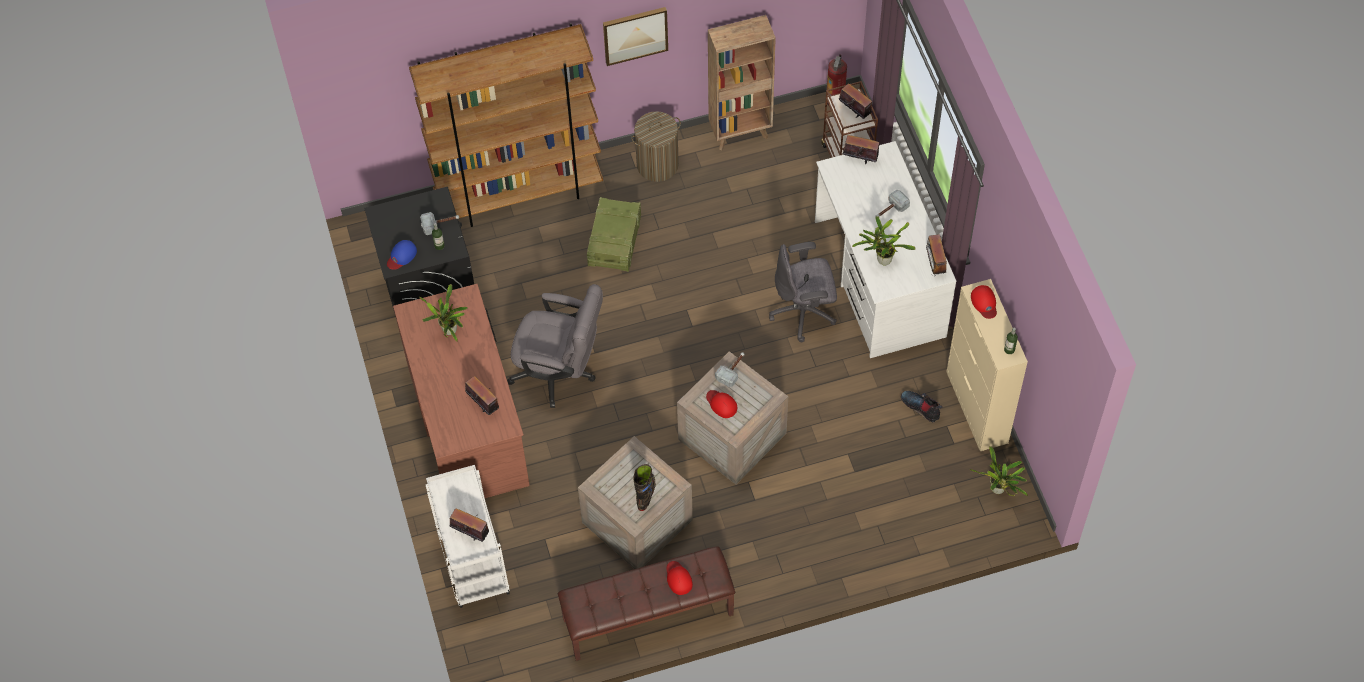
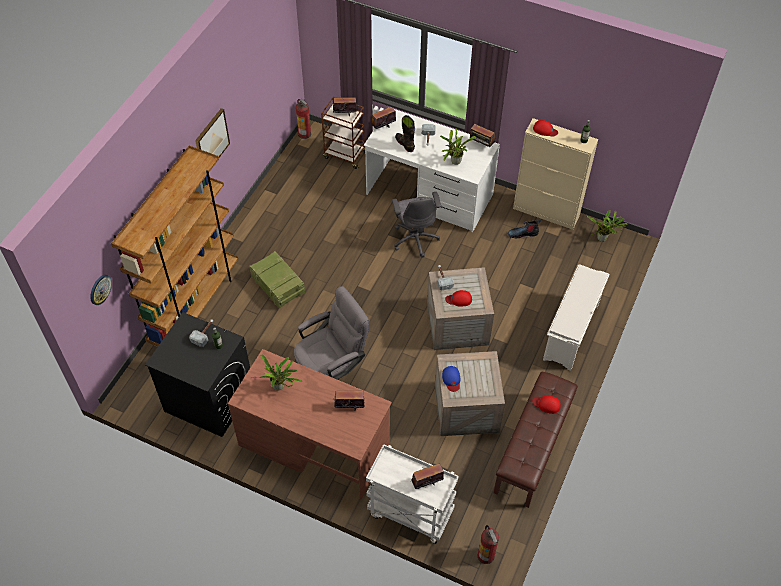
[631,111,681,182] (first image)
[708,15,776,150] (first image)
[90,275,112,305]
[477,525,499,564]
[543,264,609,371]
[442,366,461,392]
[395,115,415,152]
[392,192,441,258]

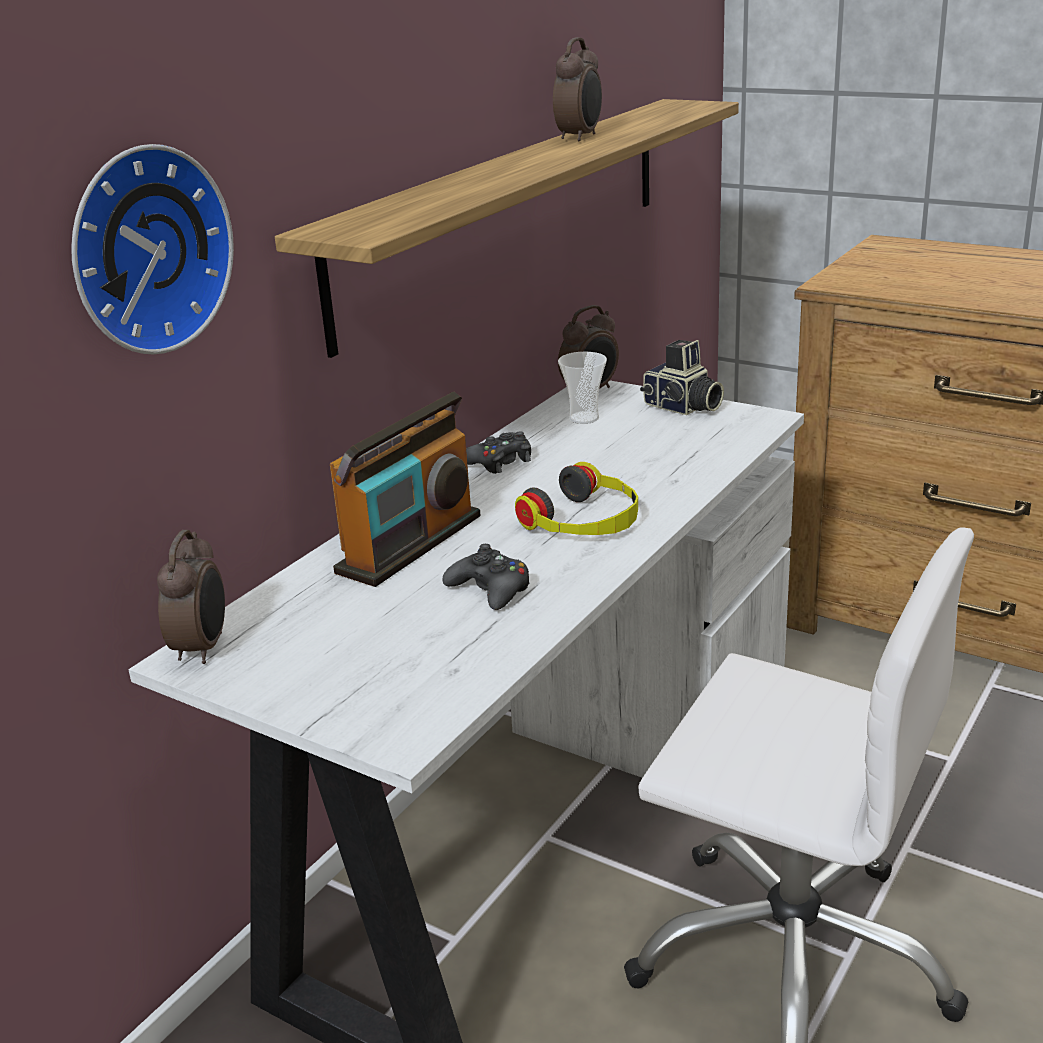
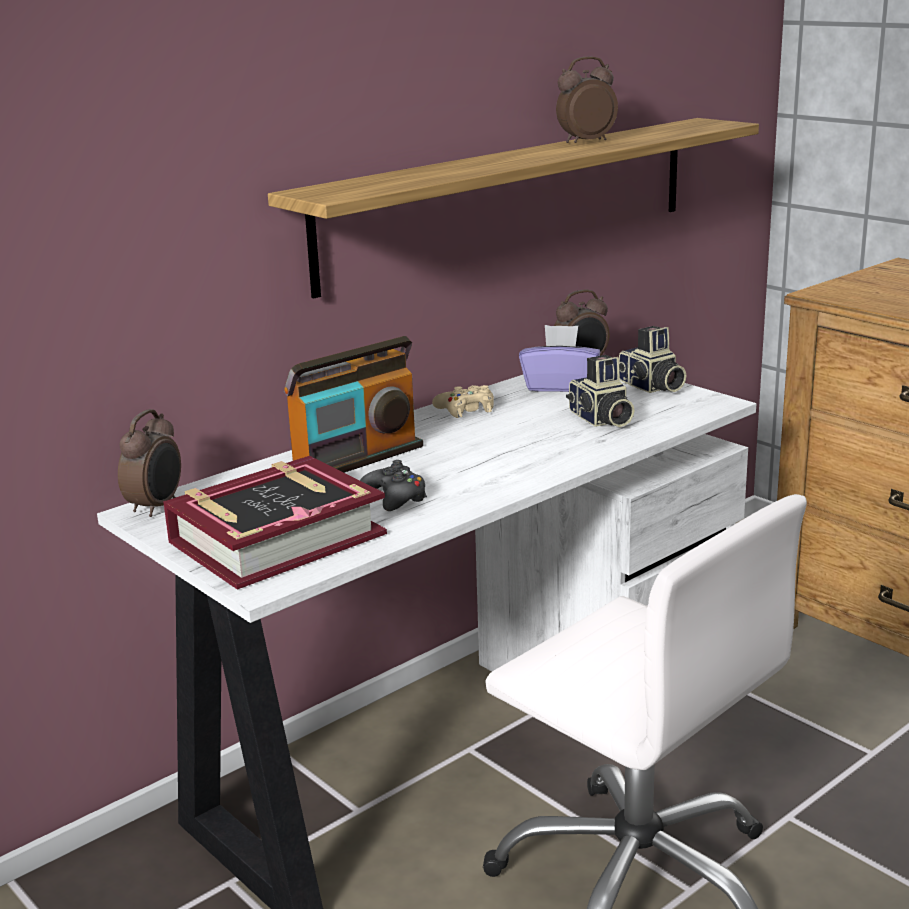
[71,144,234,354] (first image)
[515,462,638,535] (first image)
[163,456,387,590]
[566,355,635,427]
[519,325,600,392]
[432,385,494,418]
[556,57,618,143]

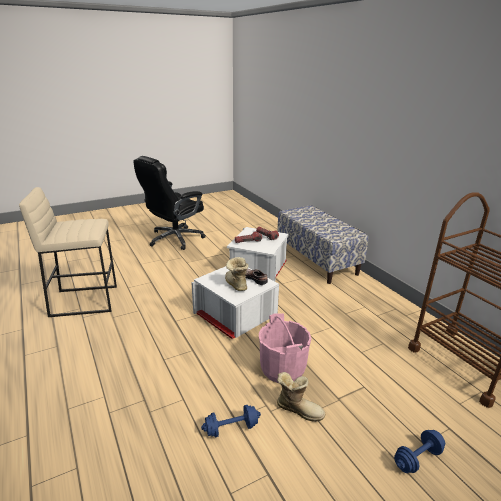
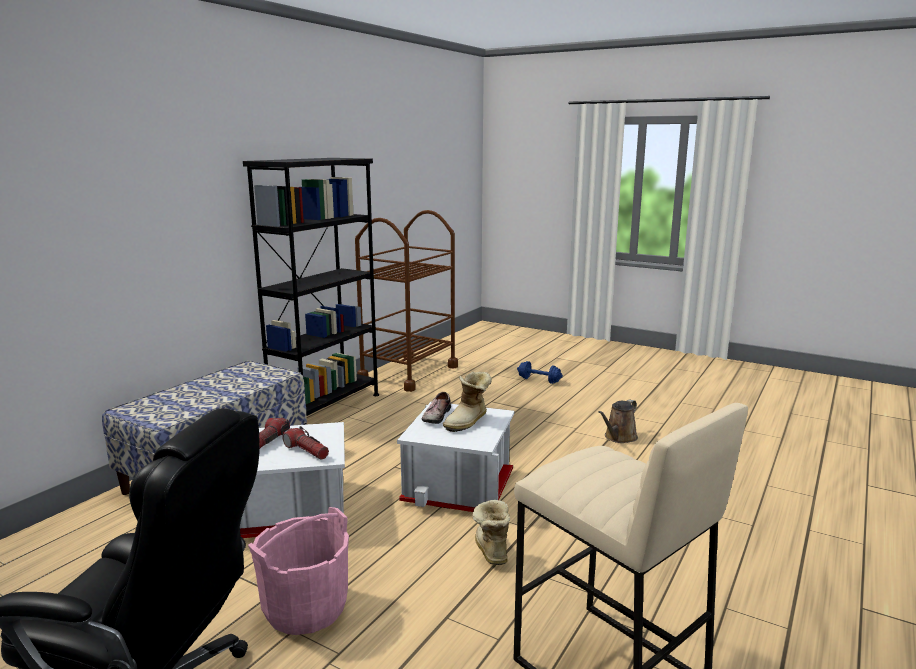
[243,158,379,425]
[248,507,349,635]
[473,500,510,565]
[598,399,638,443]

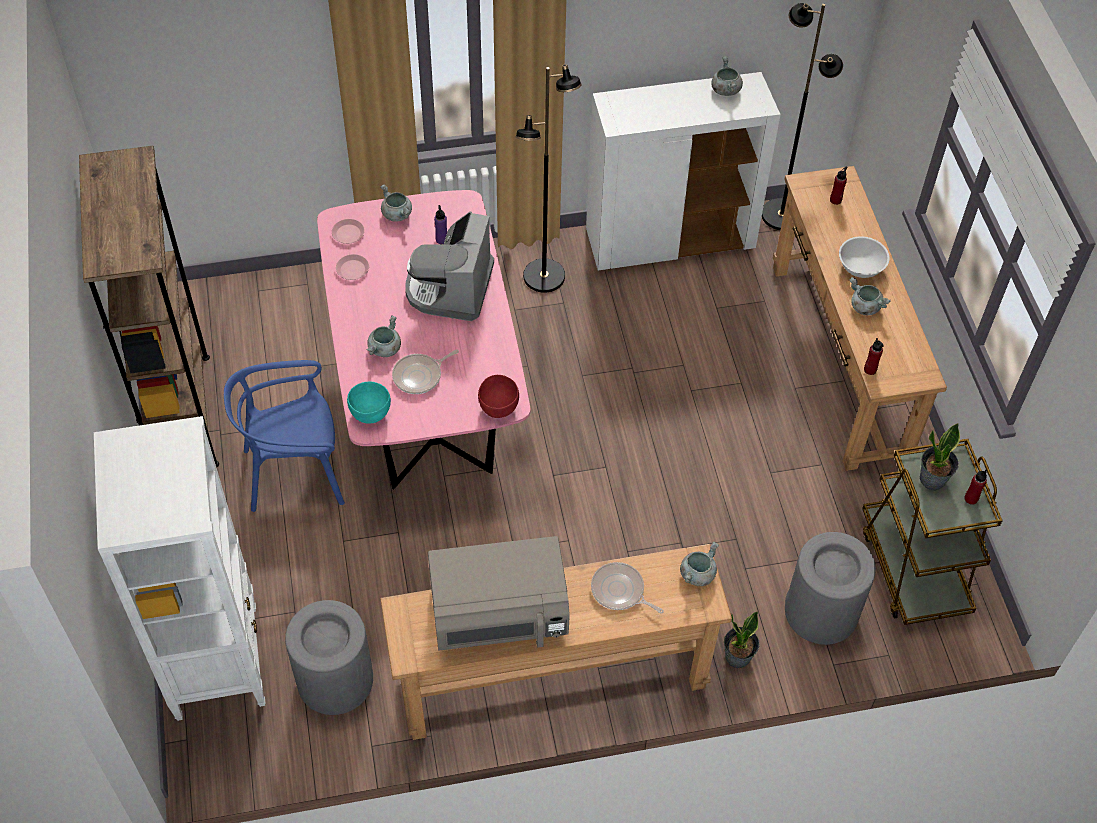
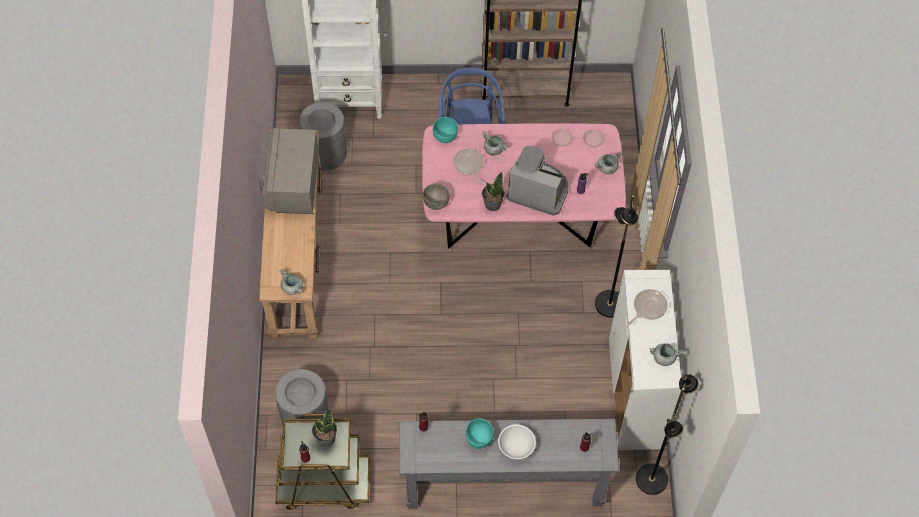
[628,289,668,325]
[482,172,505,211]
[465,418,494,449]
[423,183,450,210]
[399,419,619,509]

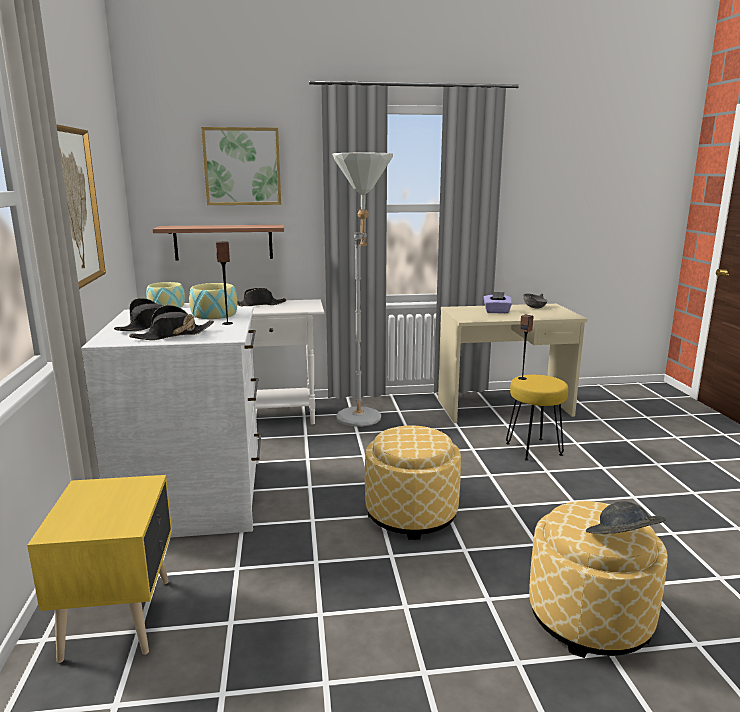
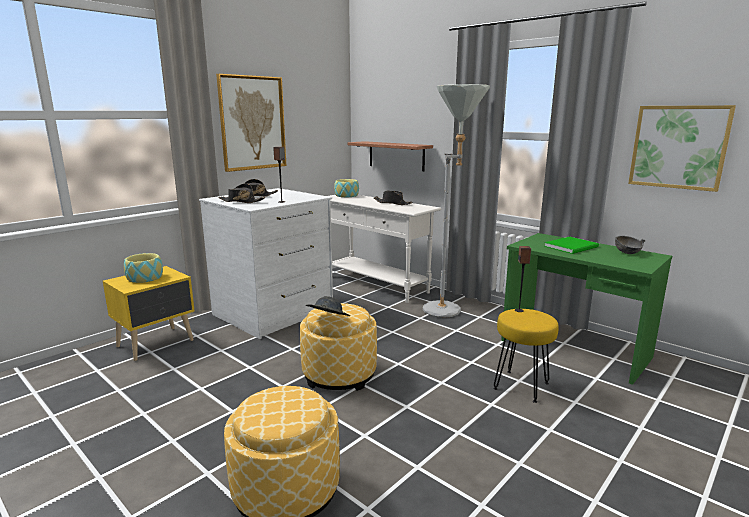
[124,253,163,283]
[628,105,736,192]
[306,296,350,316]
[544,237,599,254]
[501,233,672,385]

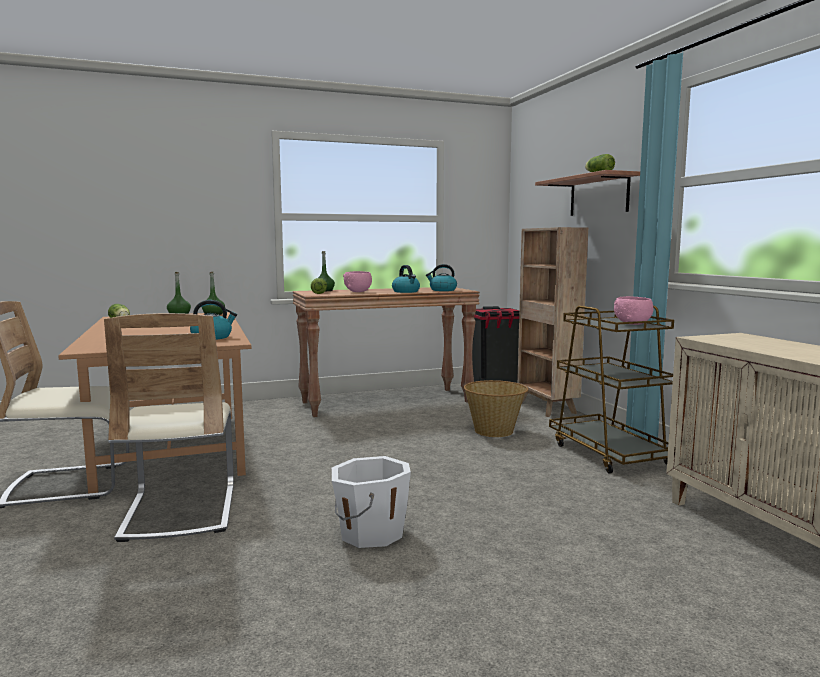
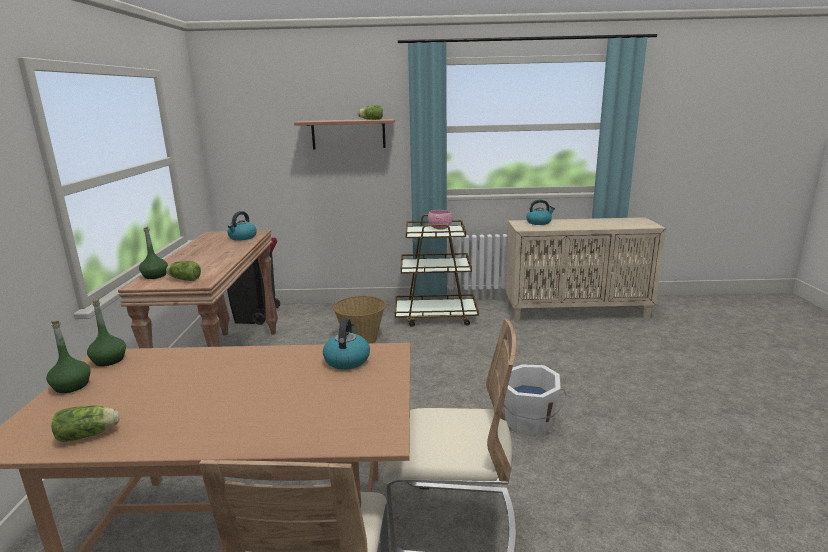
[343,271,372,292] (first image)
[517,227,588,417] (first image)
[526,199,555,225]

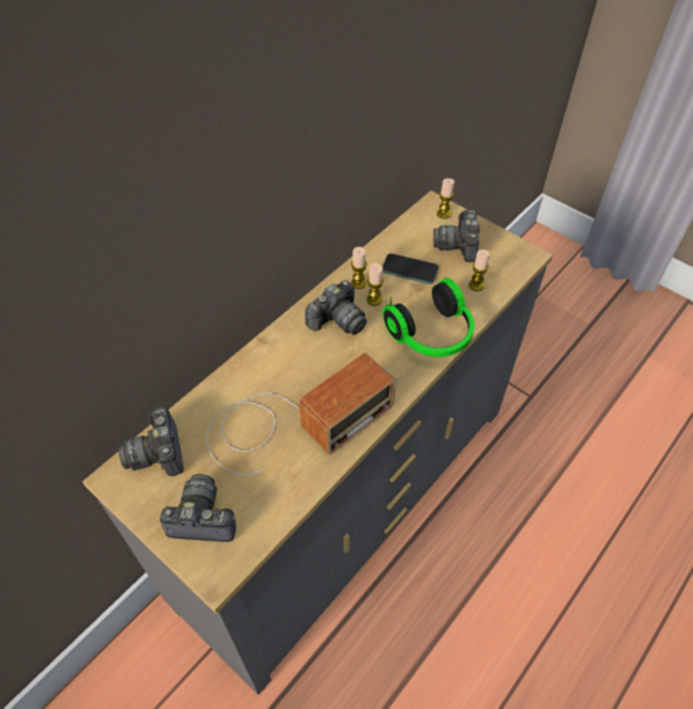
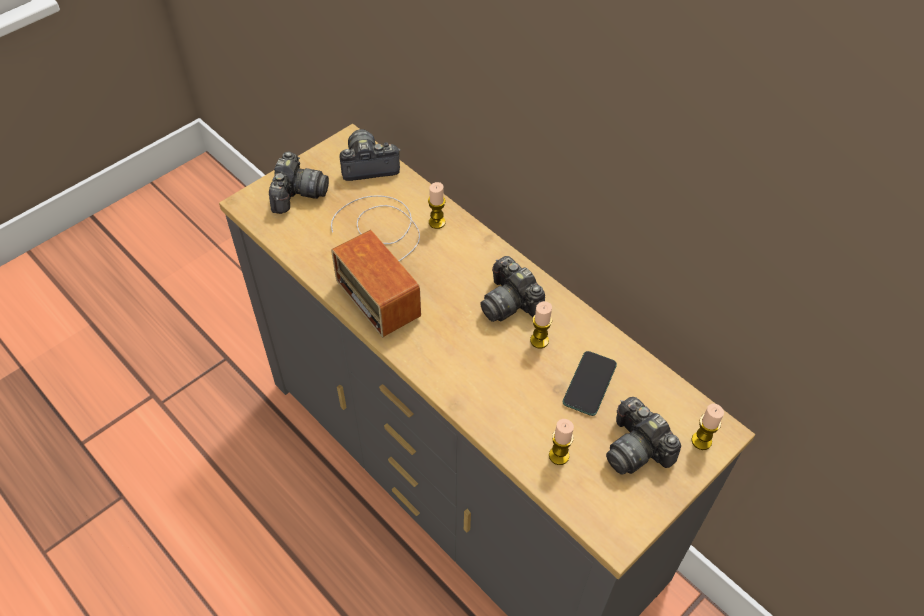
[382,278,474,357] (first image)
[428,182,445,229]
[606,397,681,475]

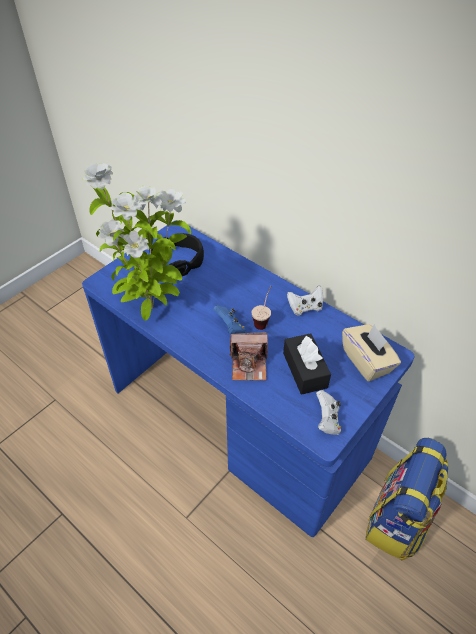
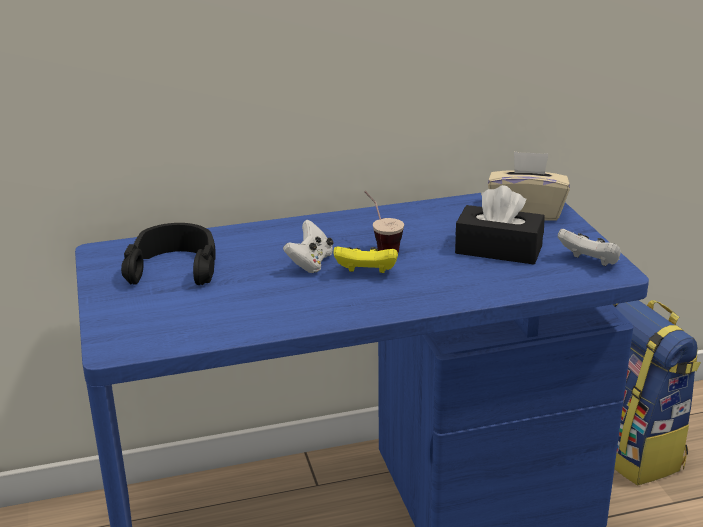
[83,163,191,321] (first image)
[230,332,268,381] (first image)
[283,220,334,273]
[333,246,398,273]

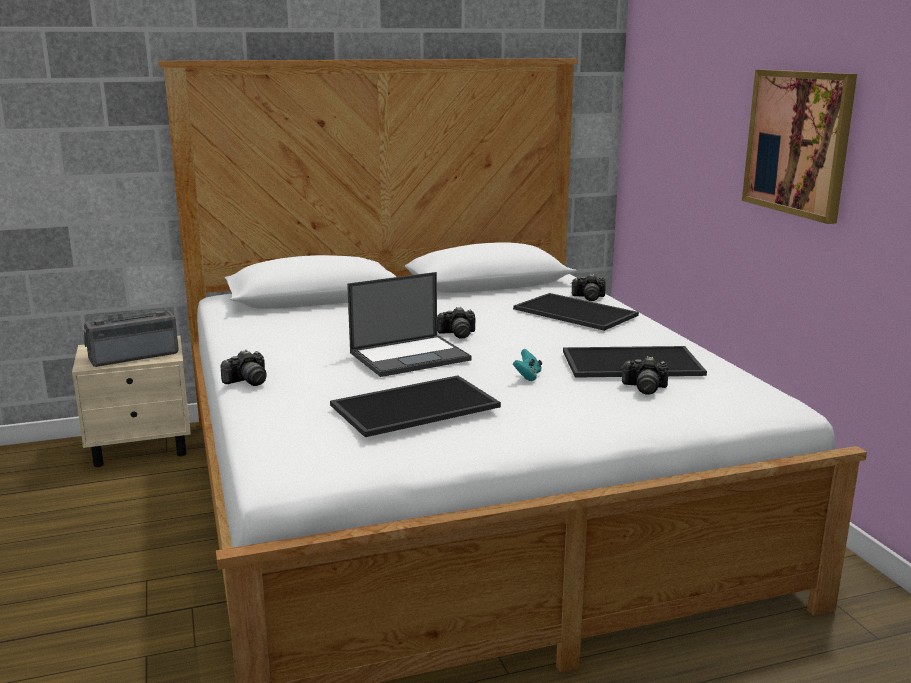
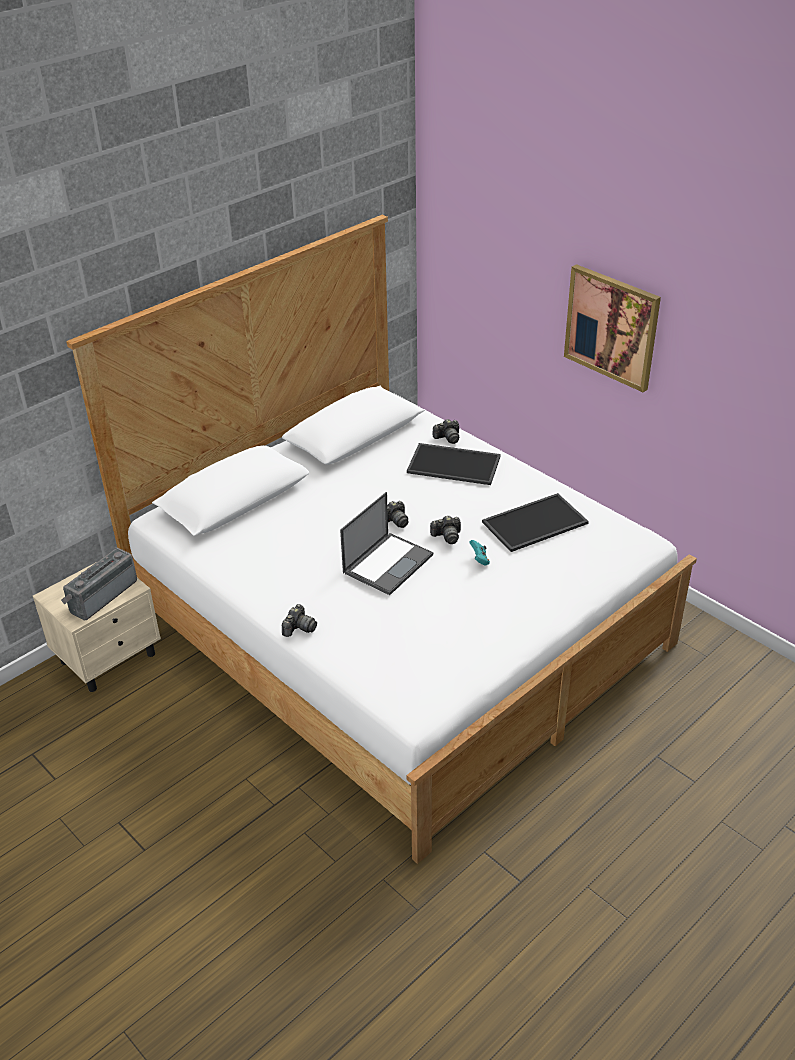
[330,375,501,437] (first image)
[430,516,461,544]

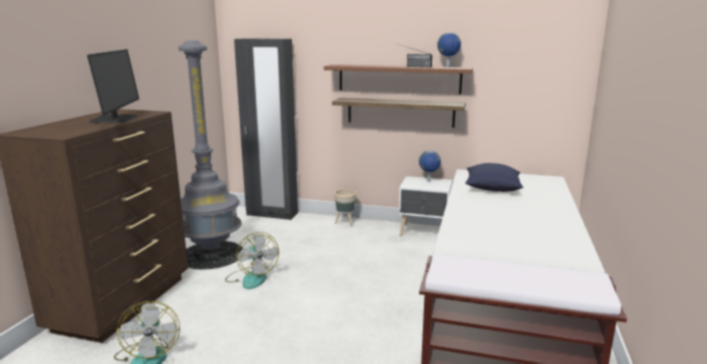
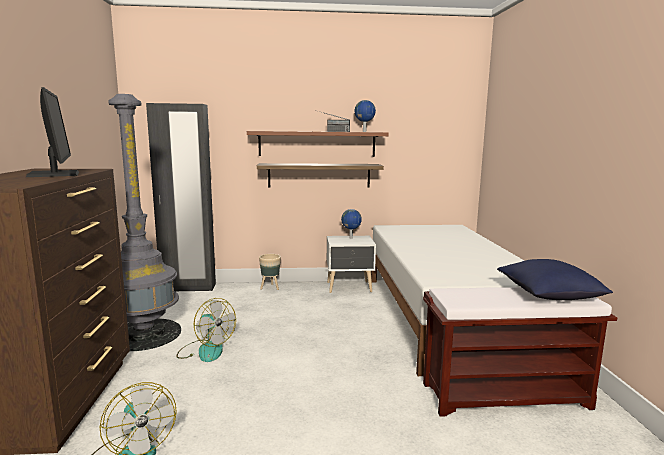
[497,259,613,300]

